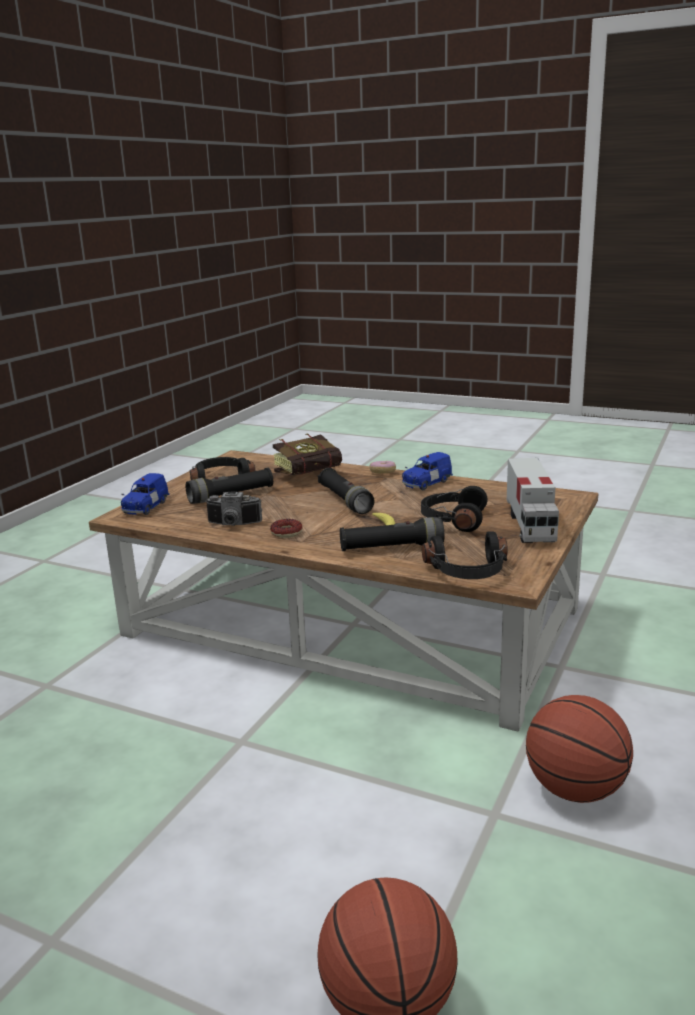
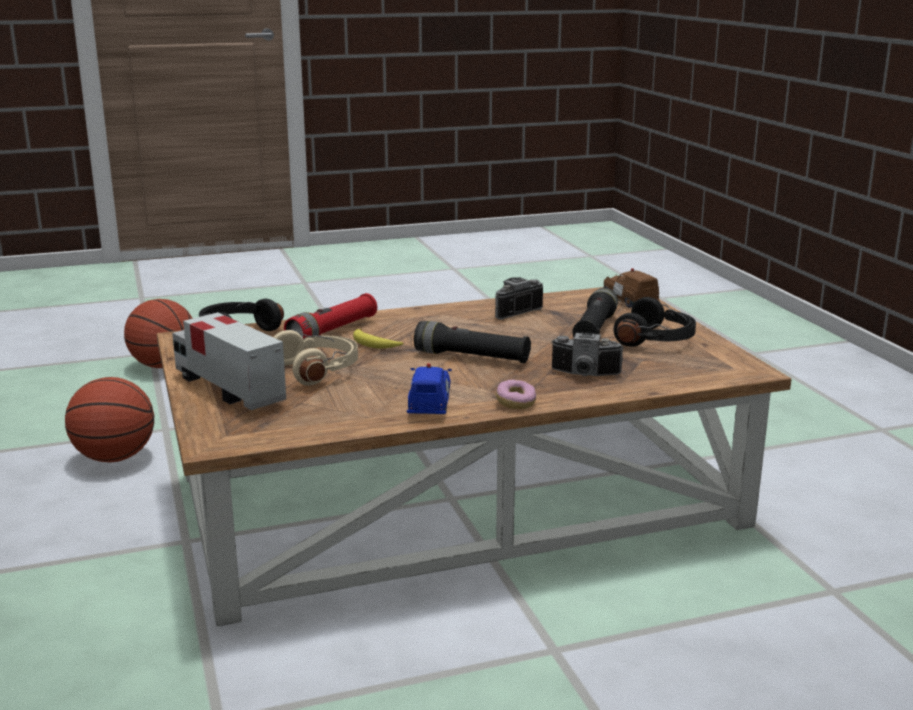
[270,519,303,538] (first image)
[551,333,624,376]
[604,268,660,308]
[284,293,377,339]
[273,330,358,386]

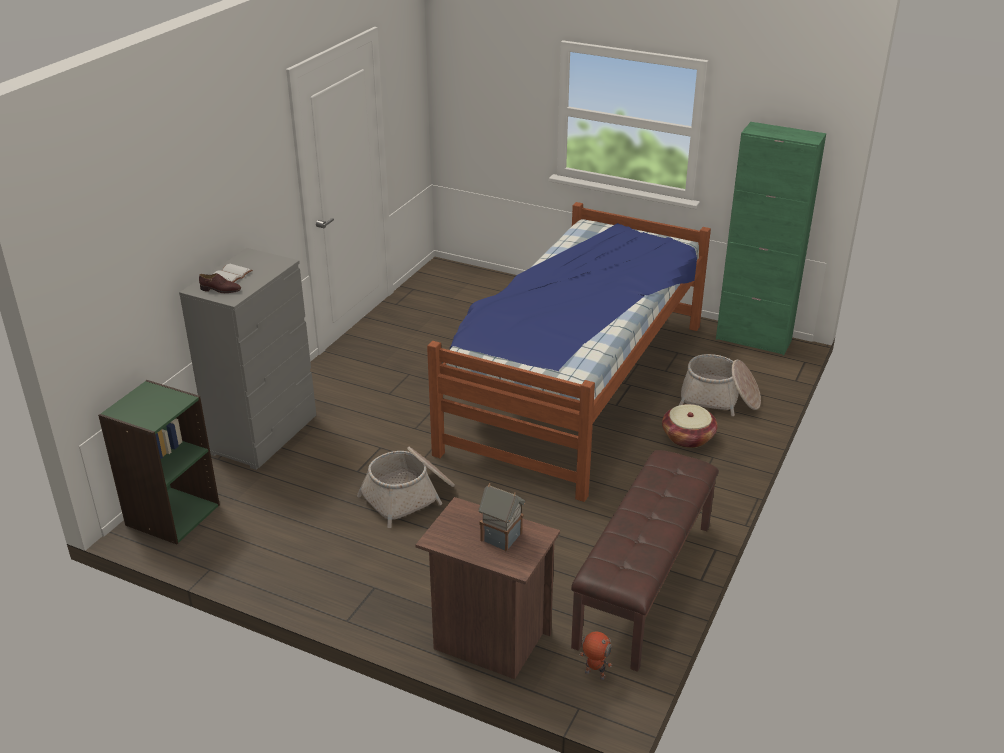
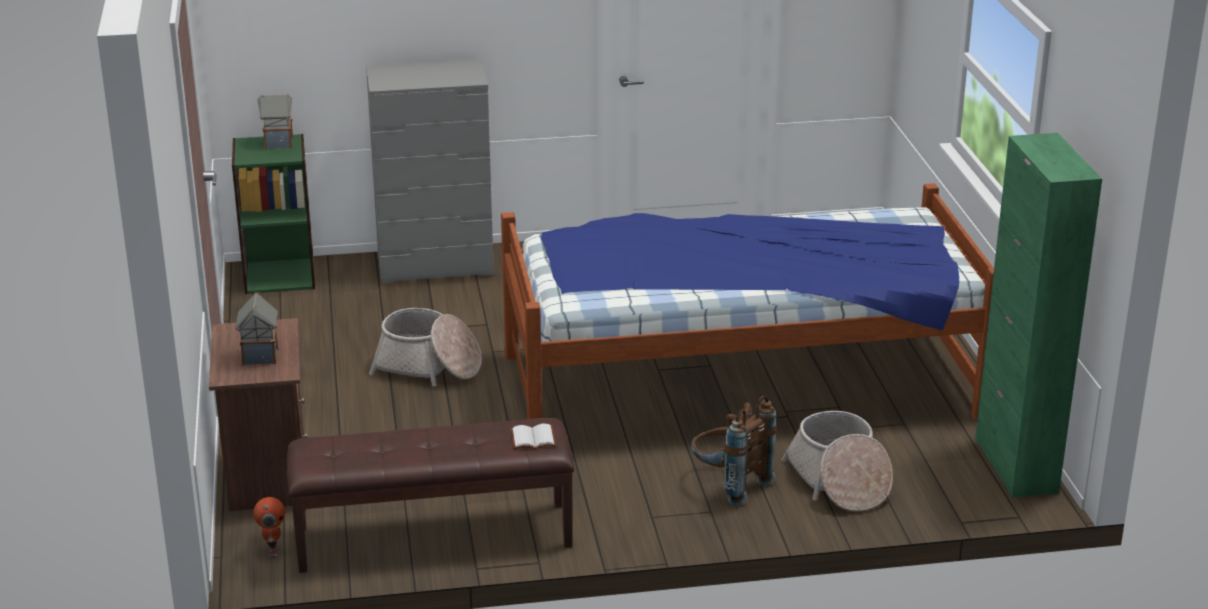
[199,273,241,293] (first image)
[258,94,293,150]
[511,424,556,449]
[691,396,777,506]

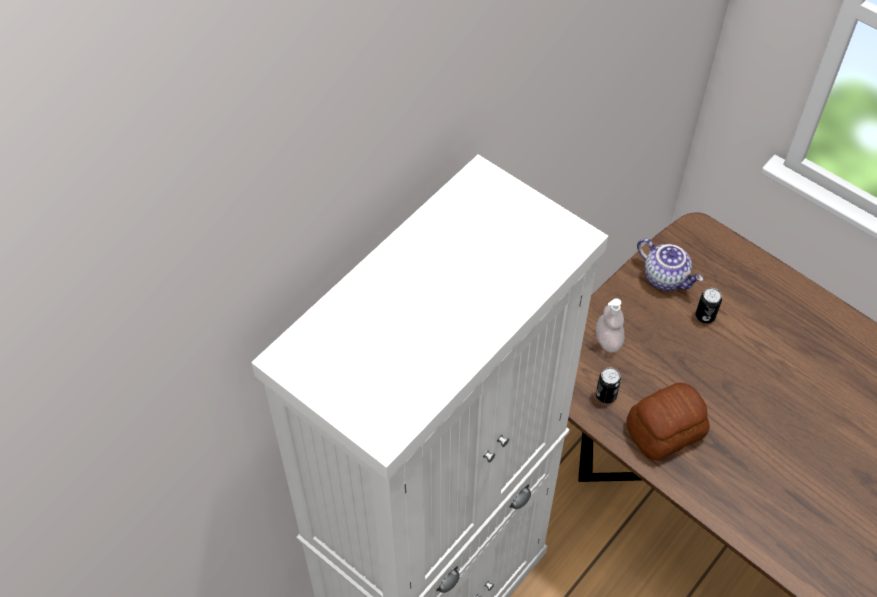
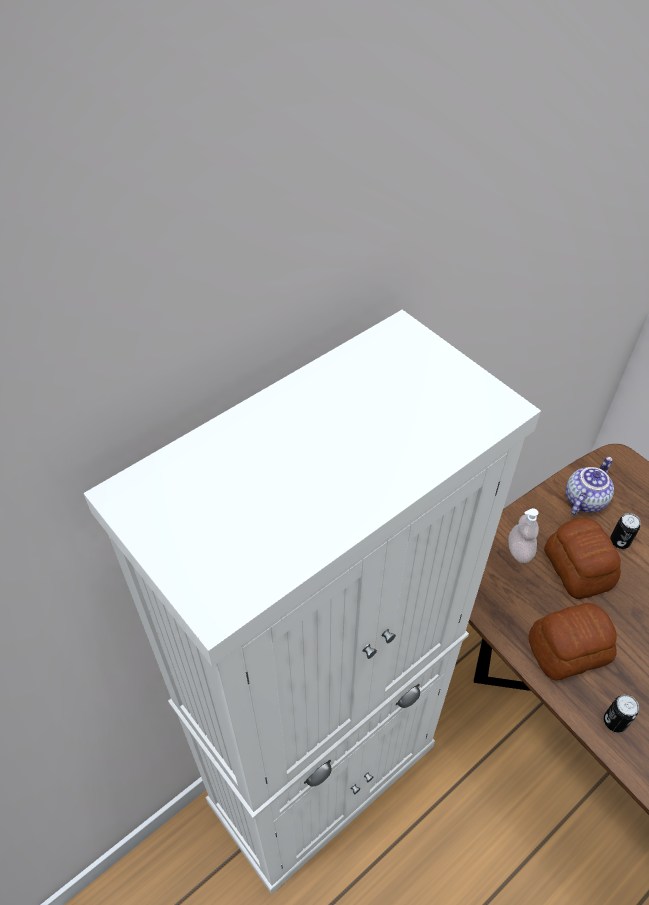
[544,518,621,599]
[604,695,639,733]
[566,457,614,515]

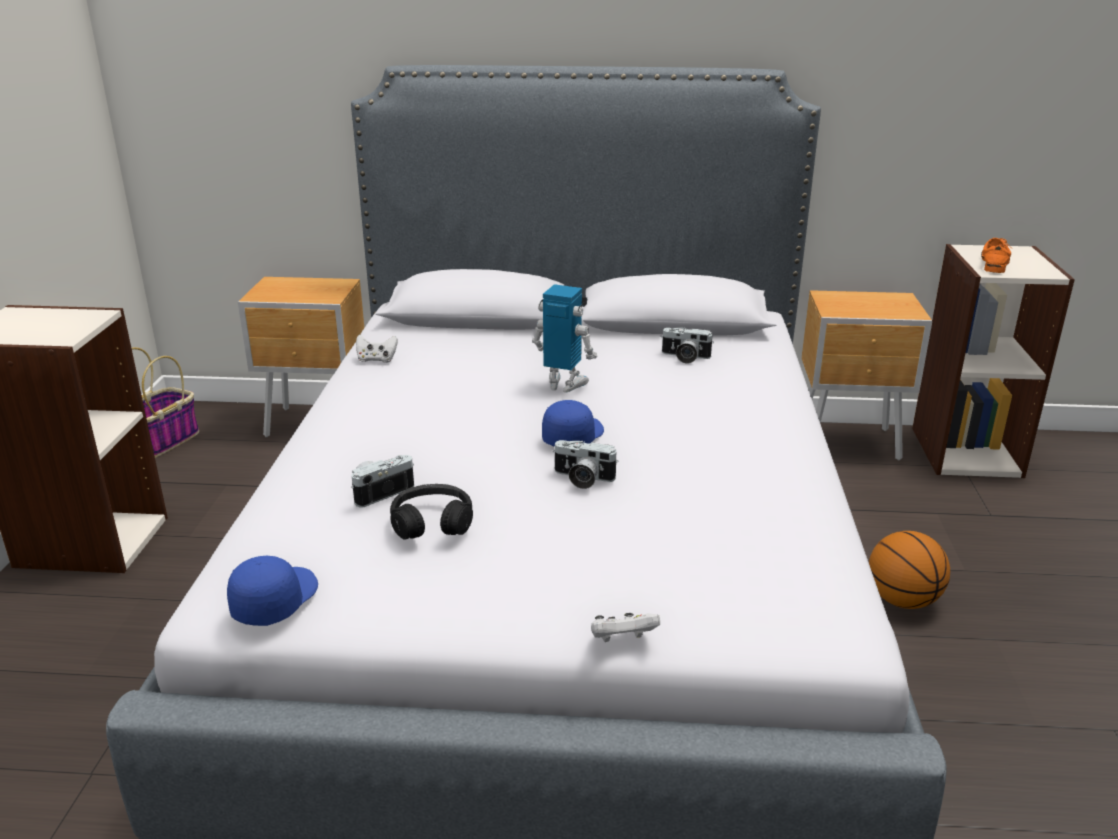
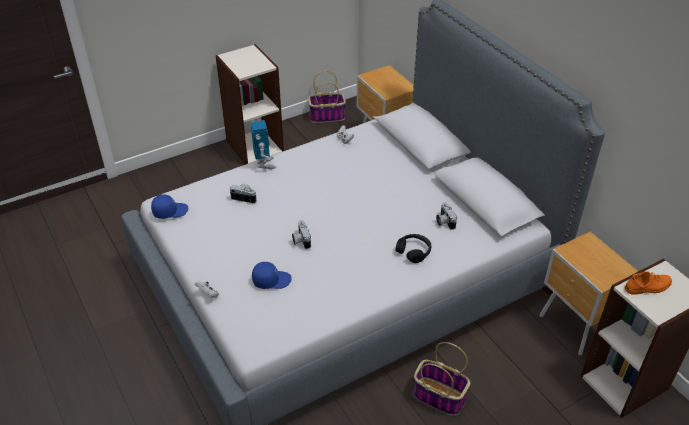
[396,234,432,263]
[251,120,276,169]
[252,262,292,289]
[414,342,470,416]

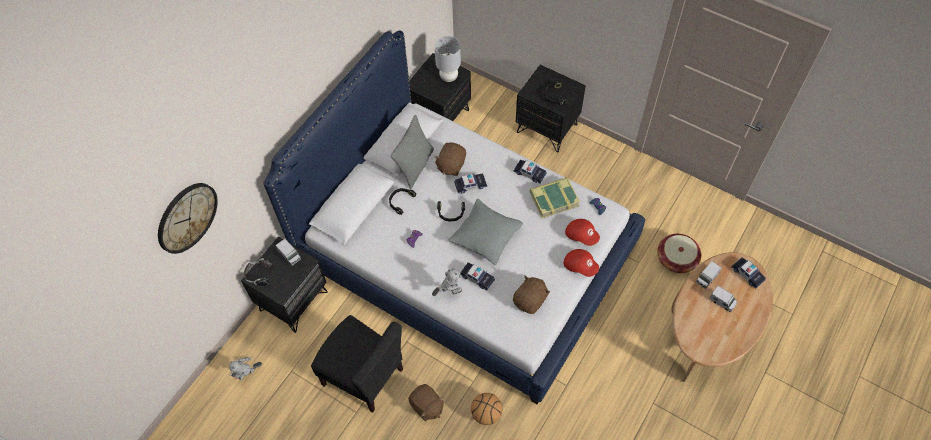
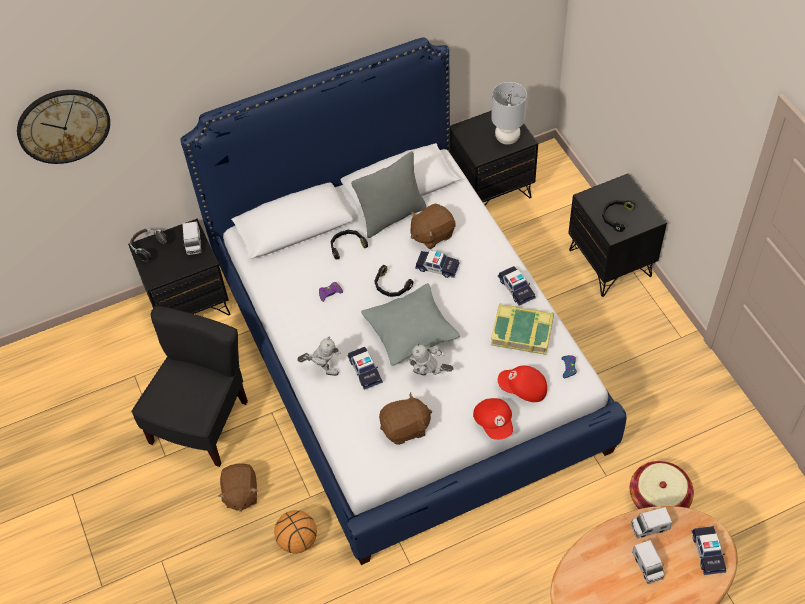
[408,342,454,376]
[132,306,248,467]
[498,365,547,402]

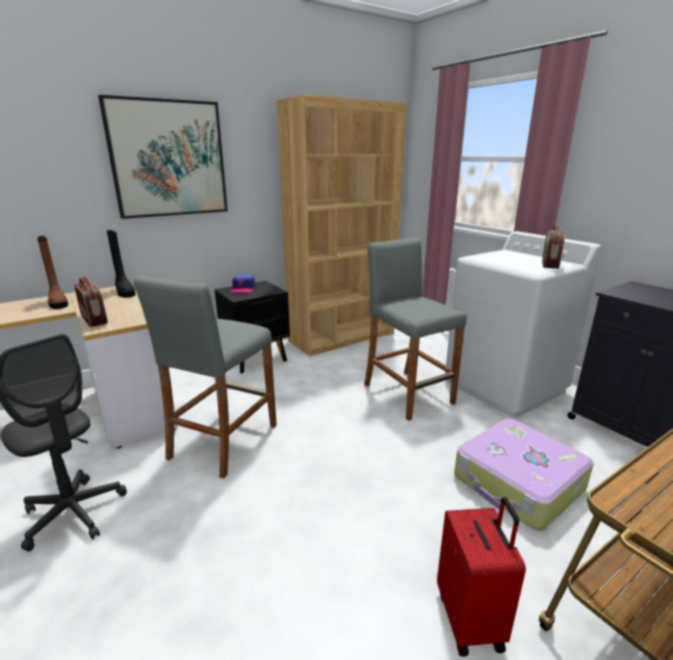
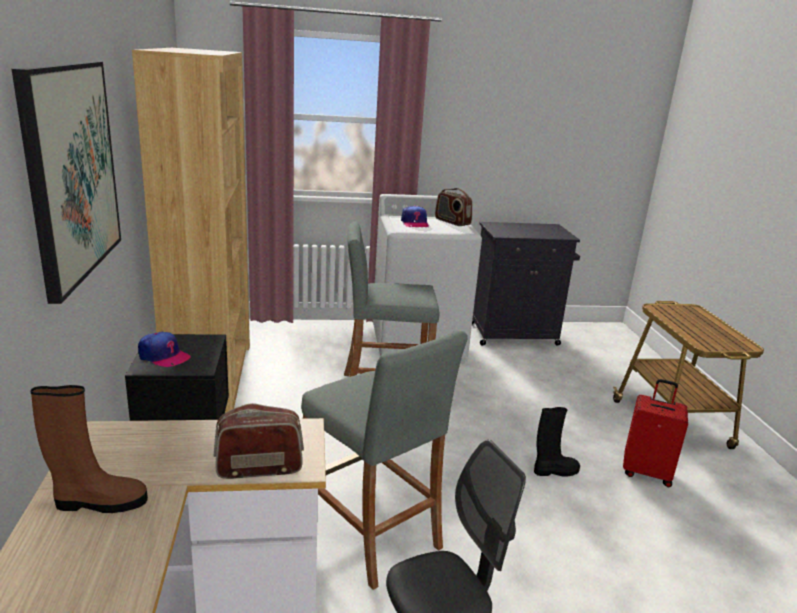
[454,419,594,531] (first image)
[401,205,429,227]
[534,407,580,476]

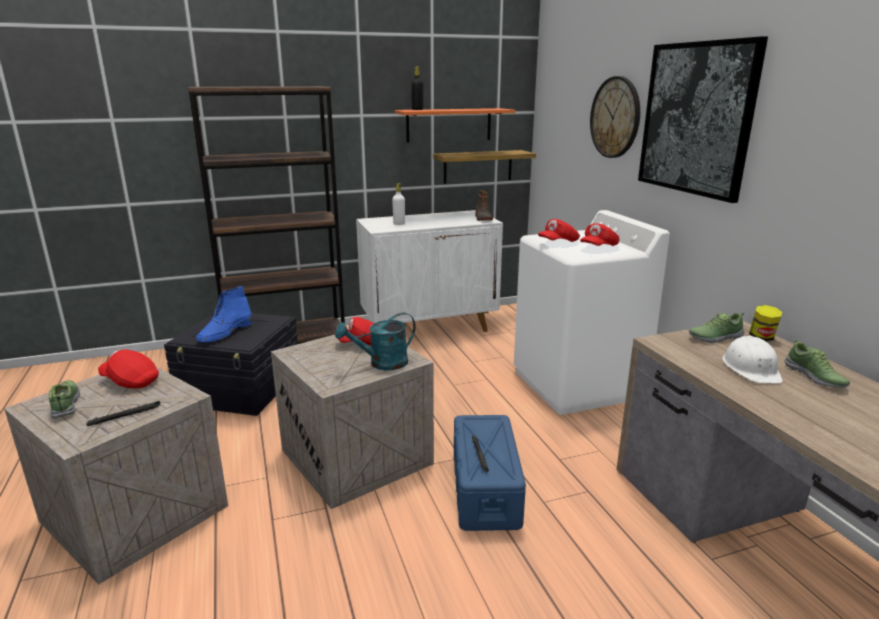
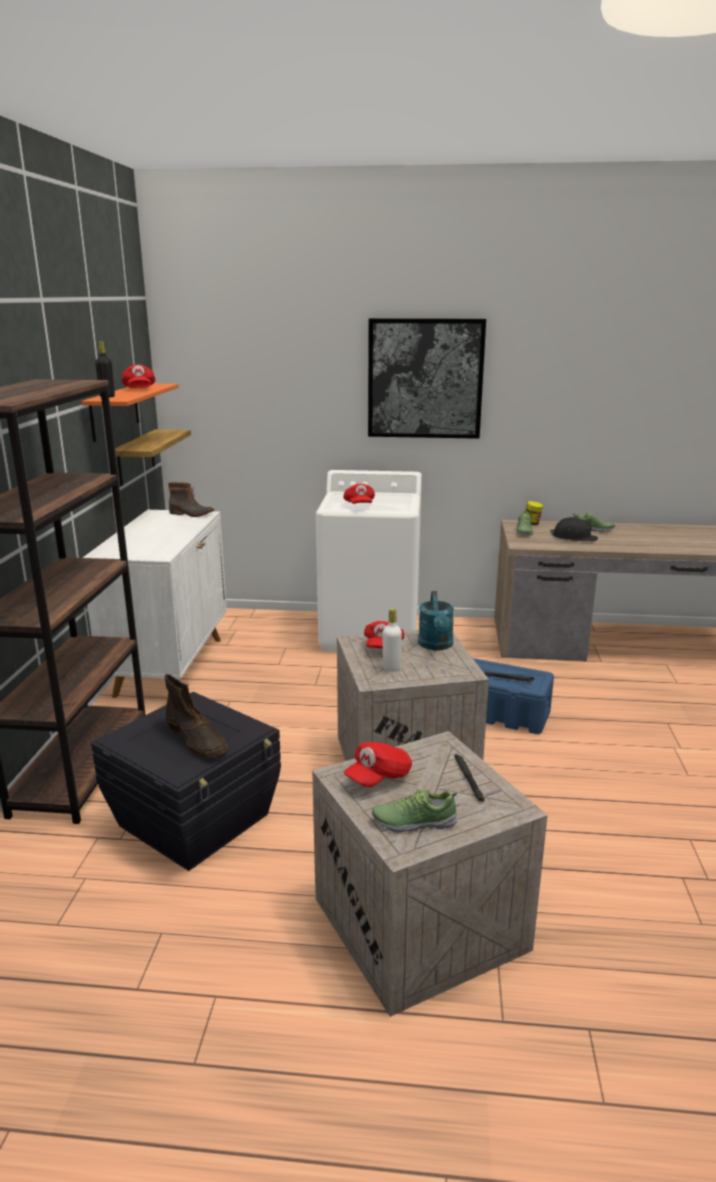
[590,76,640,158] (first image)
[383,608,402,672]
[121,365,155,388]
[165,674,228,758]
[550,517,598,542]

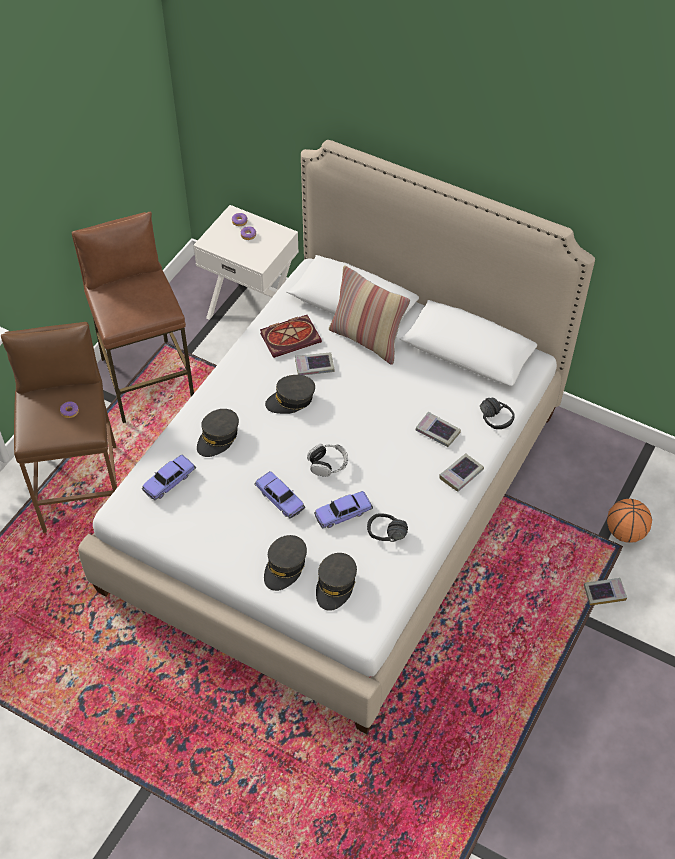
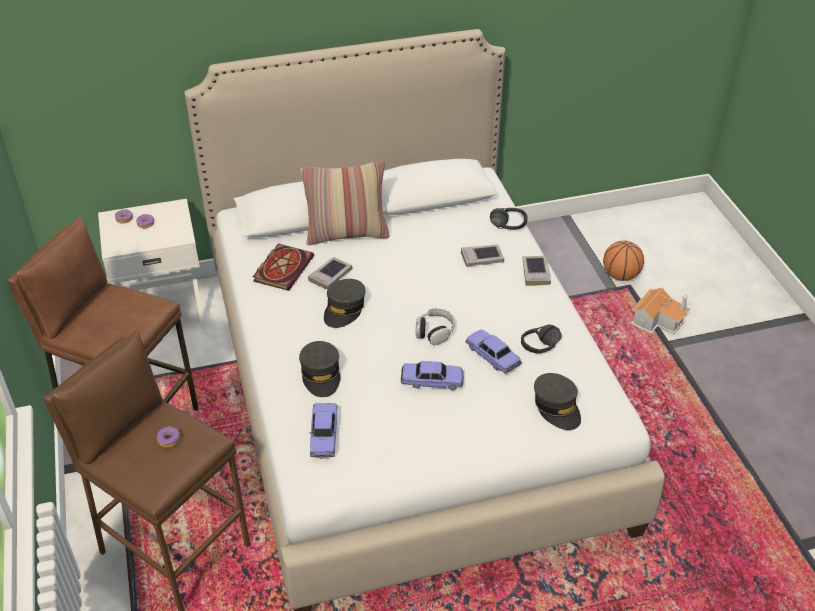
[264,535,307,591] (first image)
[631,288,690,335]
[465,329,522,374]

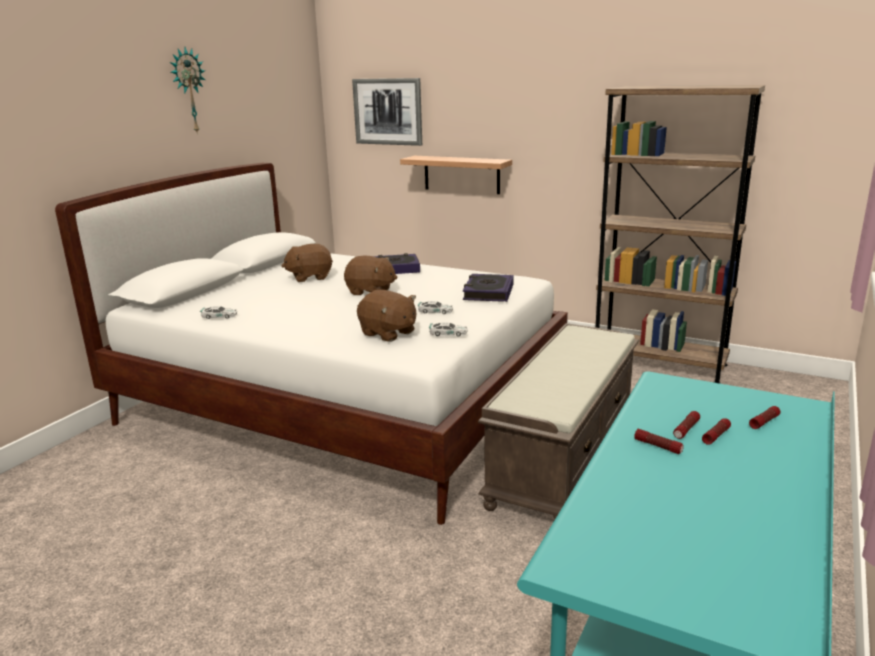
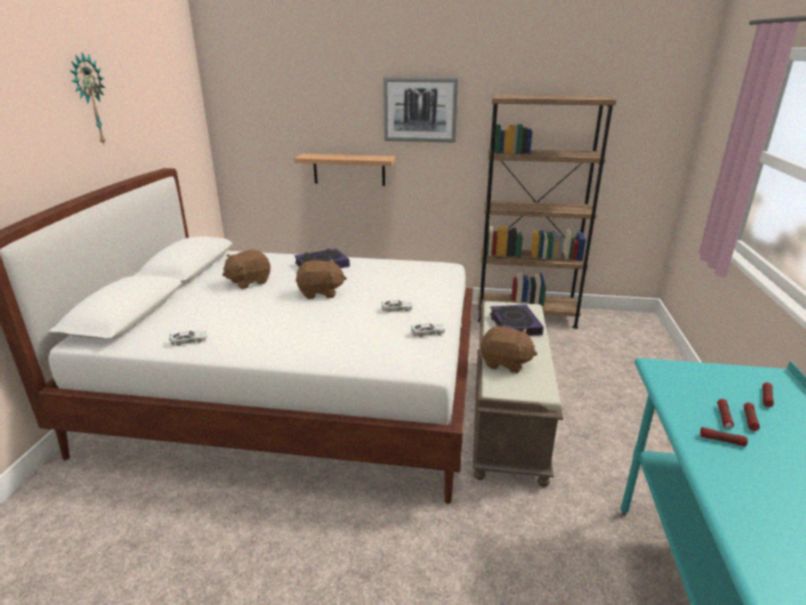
[383,77,458,143]
[481,326,537,373]
[490,304,544,336]

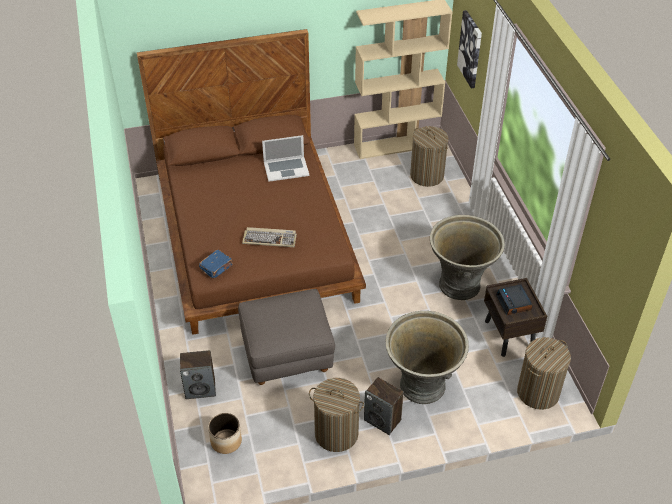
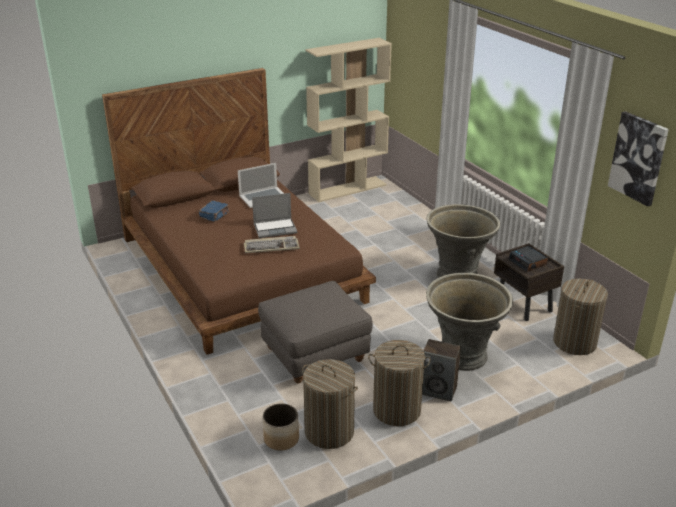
[180,350,216,399] (first image)
[252,193,297,238]
[199,200,229,222]
[302,359,358,449]
[608,111,669,206]

